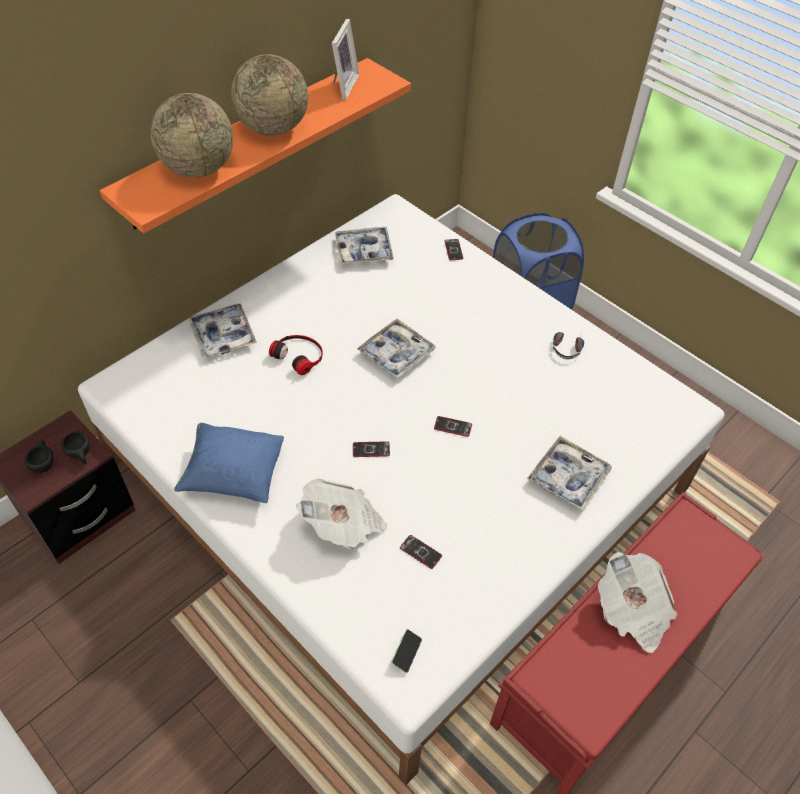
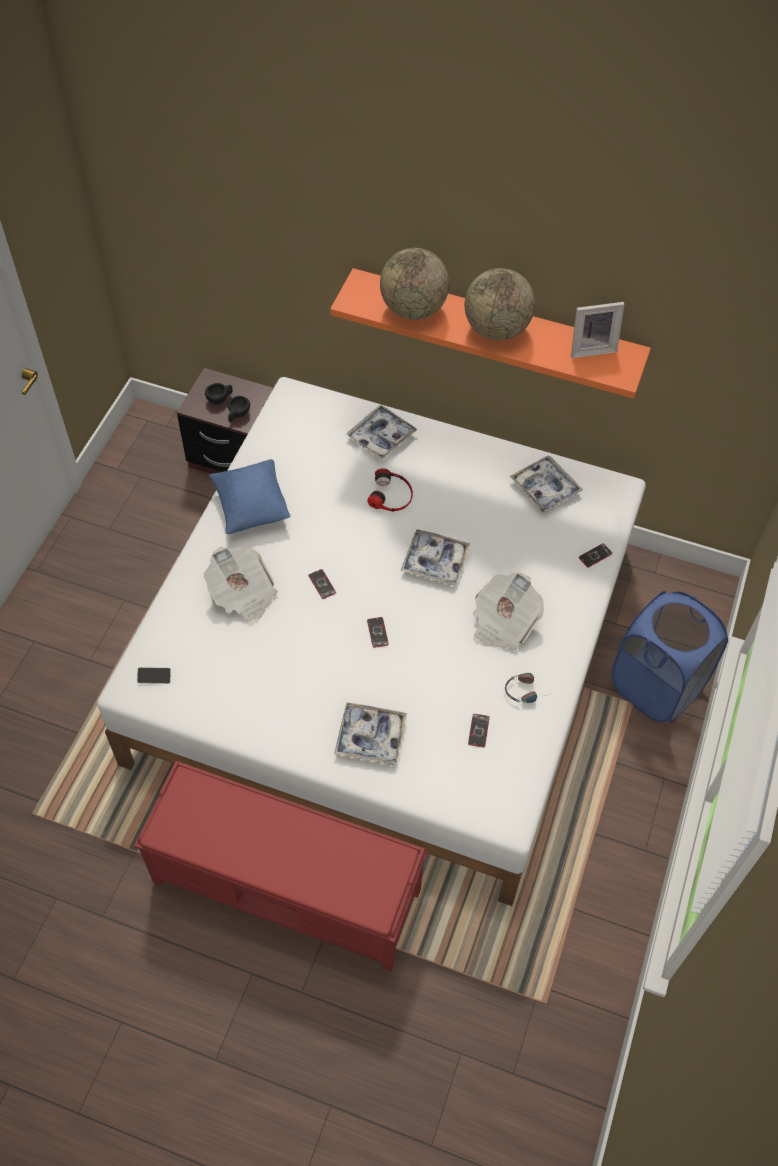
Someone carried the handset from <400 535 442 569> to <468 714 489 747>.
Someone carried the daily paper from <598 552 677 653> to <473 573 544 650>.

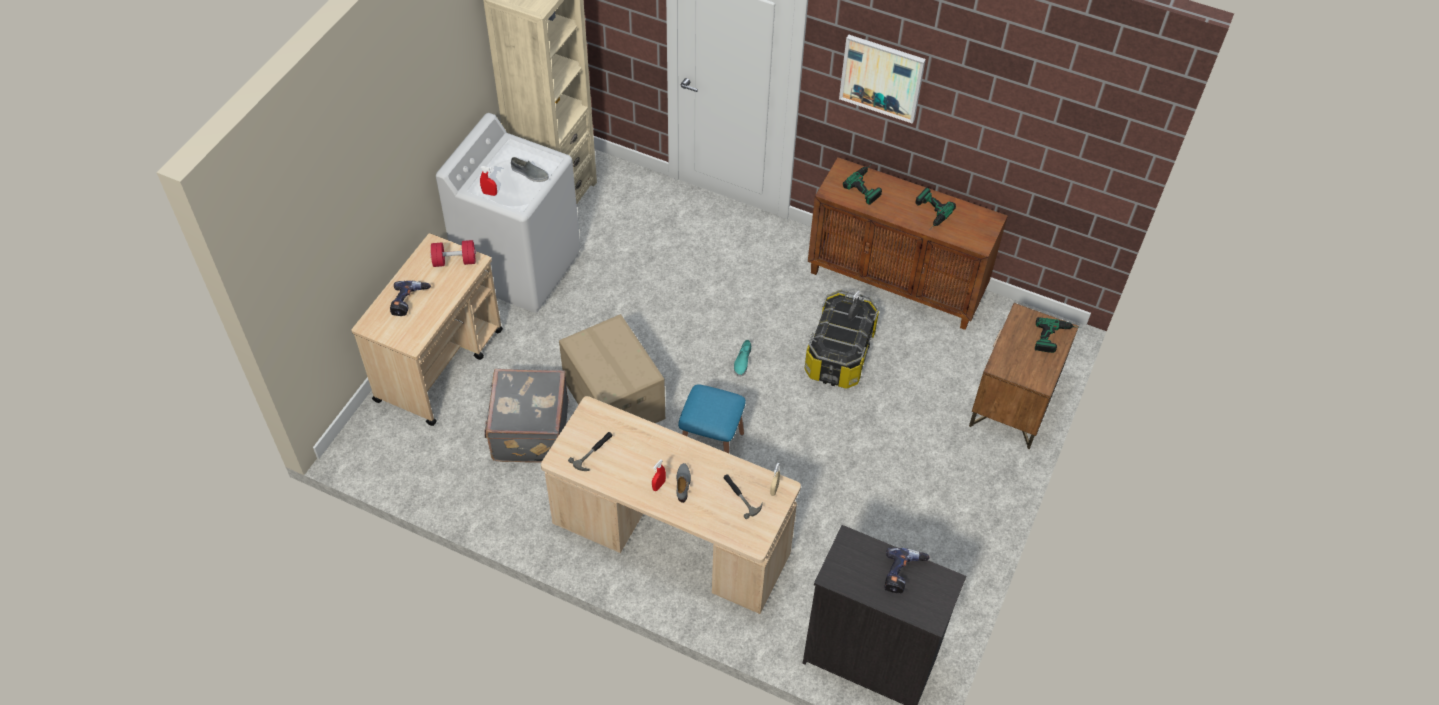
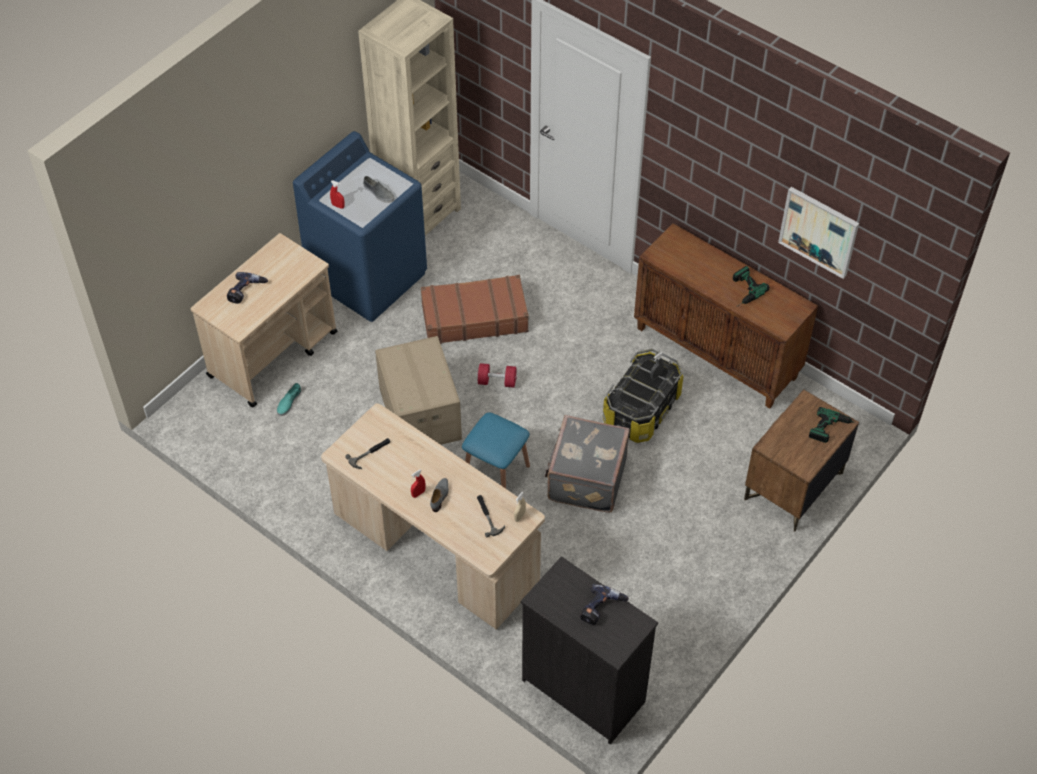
Someone carried the free weight in red from <430 240 476 267> to <477 363 517 388>.
Someone repainted the washing machine in white at <436 113 580 313>, which became the washing machine in blue-coloured at <293 131 427 322>.
Someone carried the piece of luggage in grey from <484 369 568 463> to <545 415 630 513>.
Someone carried the item of footwear in blue-green from <734 340 751 377> to <277 383 301 416>.
Someone carried the wall art from <839 34 926 124> to <778 187 859 279>.
Someone took away the power drill at <843 164 882 205>.
Someone put down the piece of luggage in brown at <421 275 529 344>.

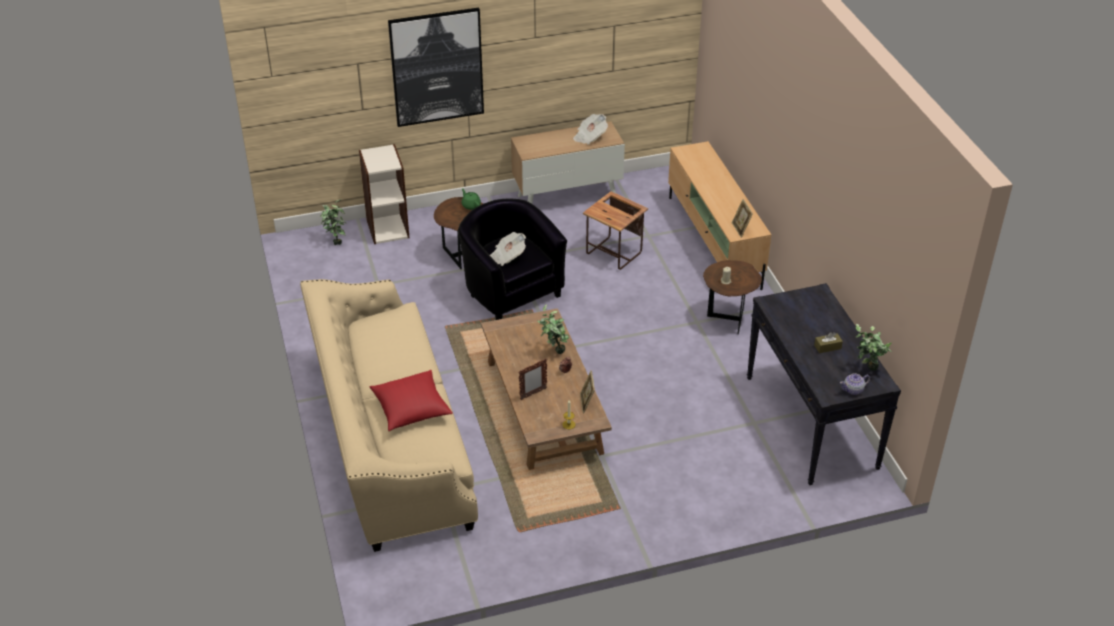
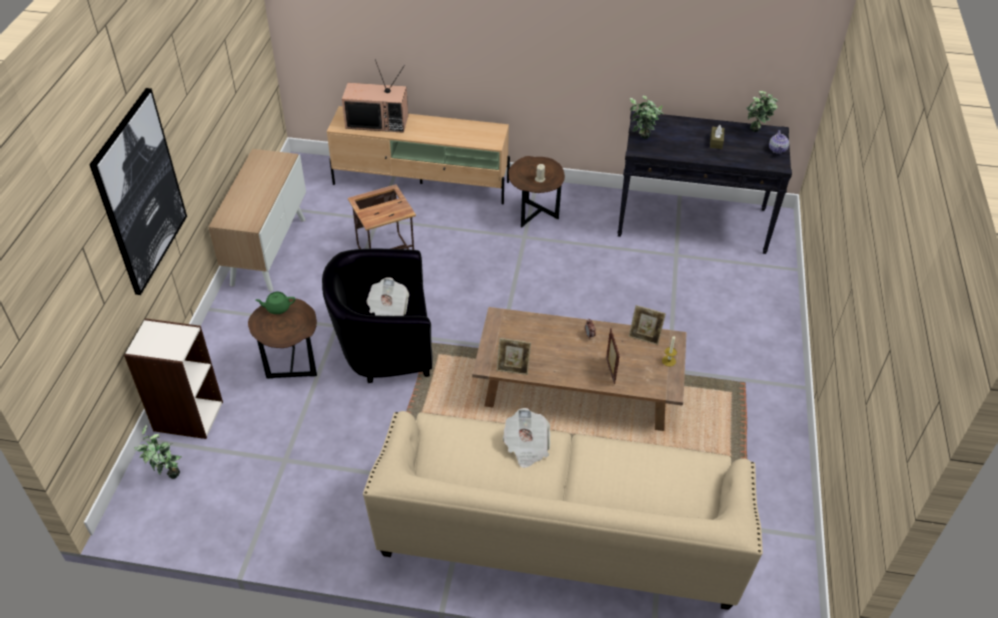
Someone took away the cushion in red at <370 370 453 431>.
Someone carried the plant in a pot from <537 304 569 354> to <630 96 665 139>.
Someone carried the daily paper from <573 114 608 145> to <502 408 550 468>.
Someone carried the picture frame from <732 199 753 238> to <497 338 531 375>.
Someone put down the TV set at <342 59 408 133>.

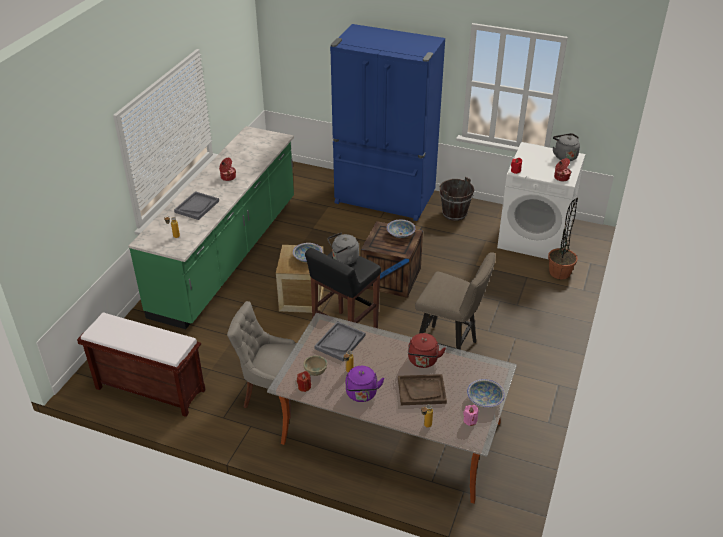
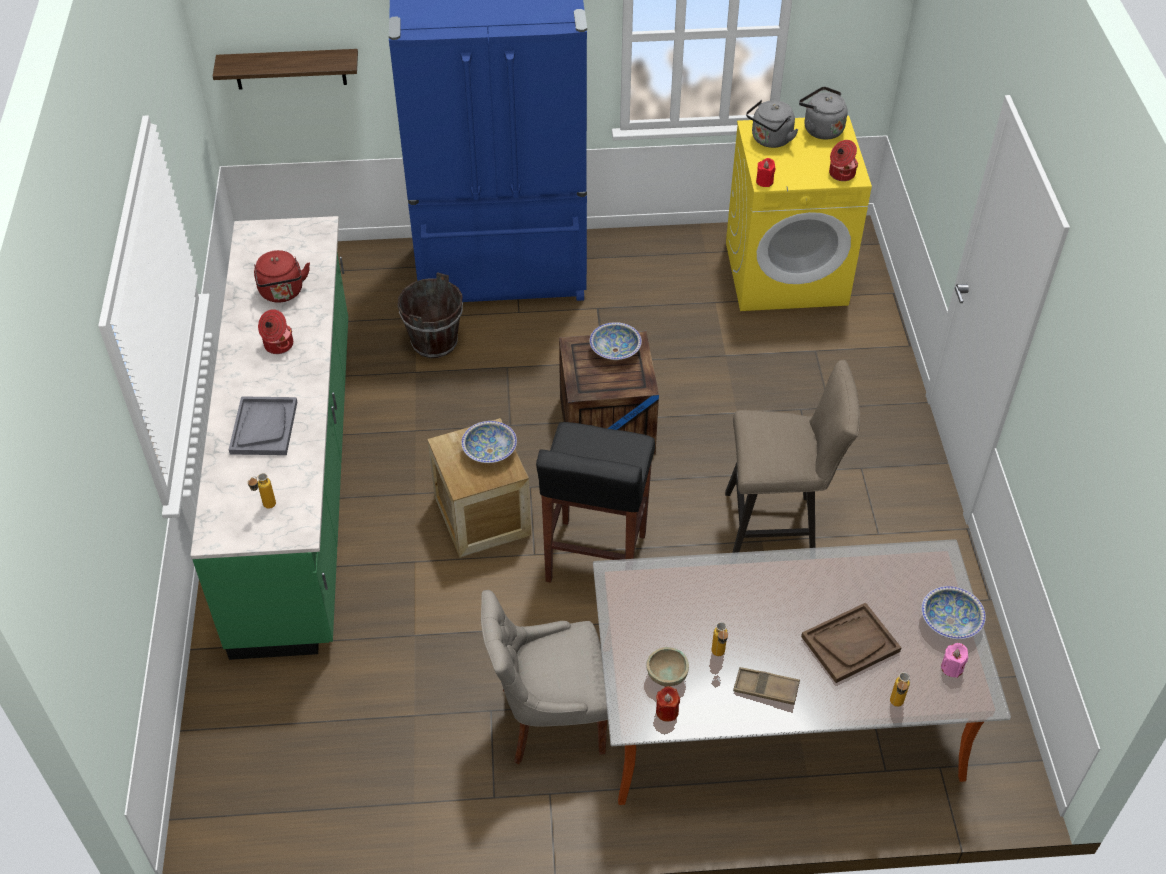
Someone took away the indoor bench in brown at <77 312 205 417>.
Someone took away the serving tray in grey at <314 321 365 361>.
Someone carried the water kettle in grey from <328 232 359 265> to <746 100 798 148>.
Someone swapped the water kettle in purplish at <346 366 384 402> for the serving tray in brown at <733 667 800 705>.
Someone carried the water kettle in red from <408 333 446 368> to <254 250 310 303>.
Someone carried the water bucket in brown from <440 177 474 221> to <397 272 463 358>.
Someone repainted the washing machine in white at <497 142 585 259>, which became the washing machine in yellow-coloured at <726 116 872 311>.
Someone took away the plant in a pot at <548 198 578 279>.
Someone put up the wall shelf at <213 49 358 90>.

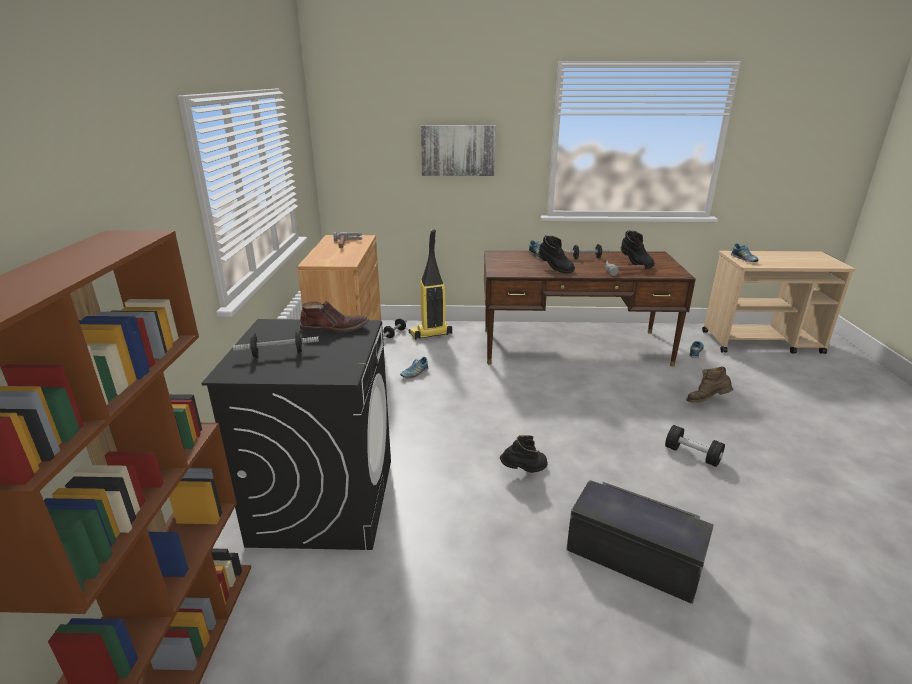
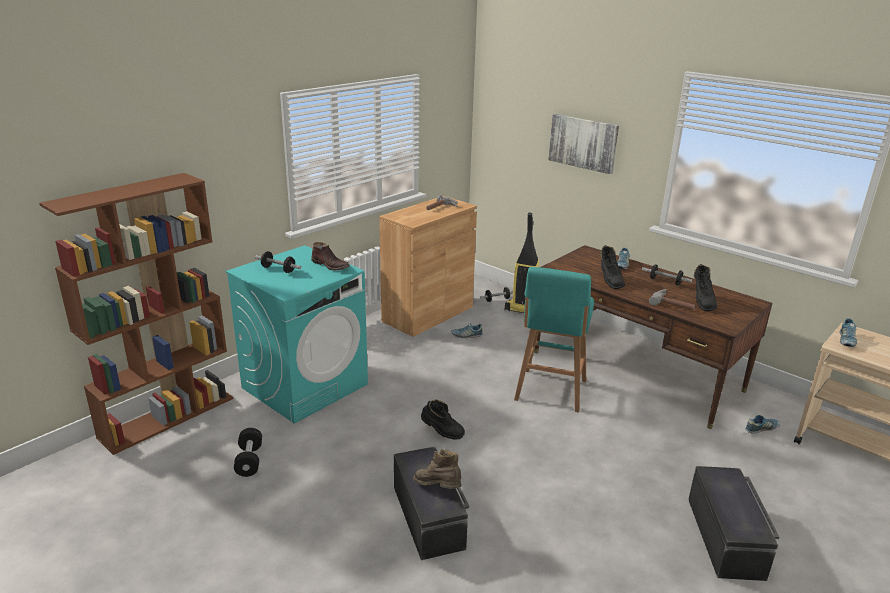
Someone repainted the washing machine in black at <201 319 391 550>, which became the washing machine in blue-green at <225 245 368 423>.
Someone carried the free weight in black from <665 425 725 467> to <234 428 262 477>.
Someone carried the boot in brown from <686 366 733 403> to <413 449 462 489>.
Someone put down the stool in blue-green at <514 267 594 412>.
Someone put down the storage box in black at <688 466 779 581>.

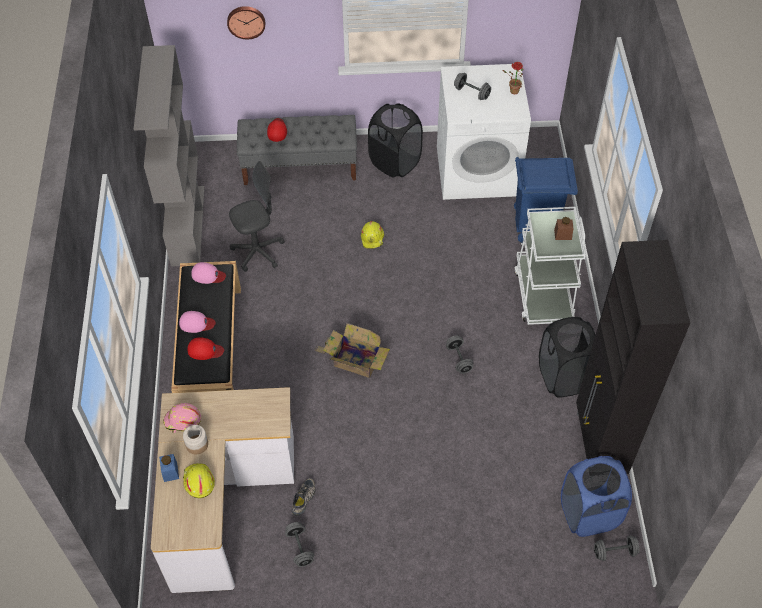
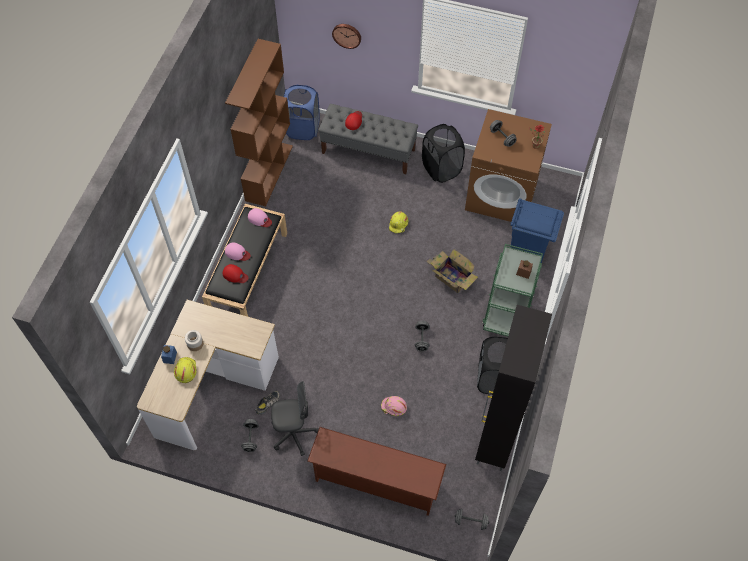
Someone repainted the bookcase in grey at <134 45 204 267>, which became the bookcase in brown at <225 39 293 206>.
Someone carried the safety helmet in pink from <163 403 201 433> to <381 396 407 416>.
Someone carried the computer chair in grey from <229 161 284 272> to <271 381 319 456>.
Someone carried the packing box from <315 323 390 378> to <426 249 478 293>.
Someone repainted the washing machine in white at <437 64 531 200>, which became the washing machine in brown at <465 109 552 222>.
Someone repainted the wheeled cart in white at <515 207 586 325>, which became the wheeled cart in green at <482 244 543 336>.
Someone carried the laundry basket in blue-coloured from <561 456 632 537> to <284 85 320 140>.
Someone put down the shoe shelf in brown at <307 427 446 516>.

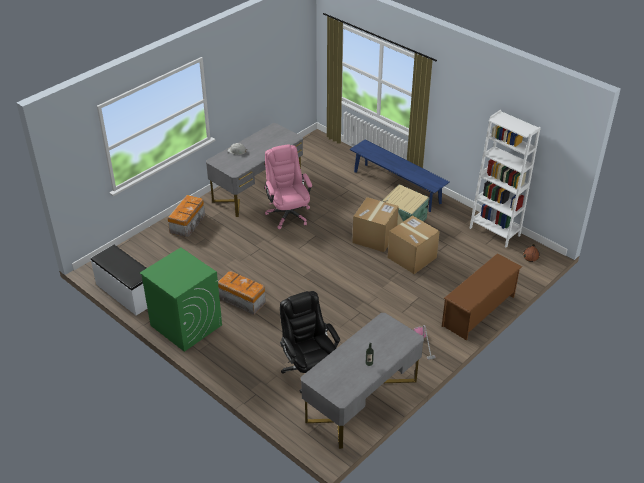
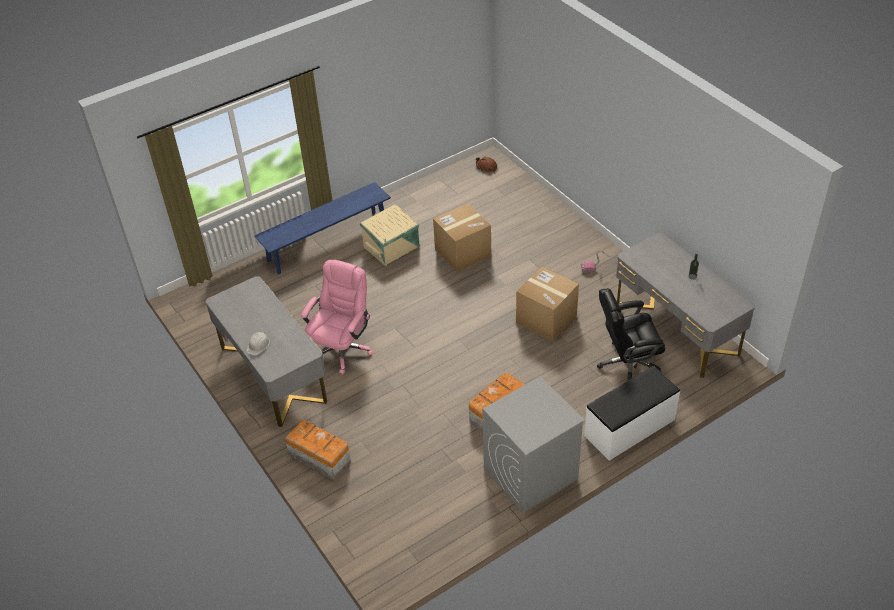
Someone carried the indoor bench in white from <91 245 147 316> to <584 366 680 461>.
Someone repainted the washing machine in green at <140 247 222 352>, which became the washing machine in grey at <482 376 585 513>.
Someone rotated the computer chair in pink at <264 145 312 229> by 120 degrees clockwise.
Someone carried the packing box from <353 197 399 252> to <516 266 579 341>.
Someone took away the shoe shelf in brown at <442 253 522 340>.
Someone took away the bookcase in white at <470 110 541 247>.

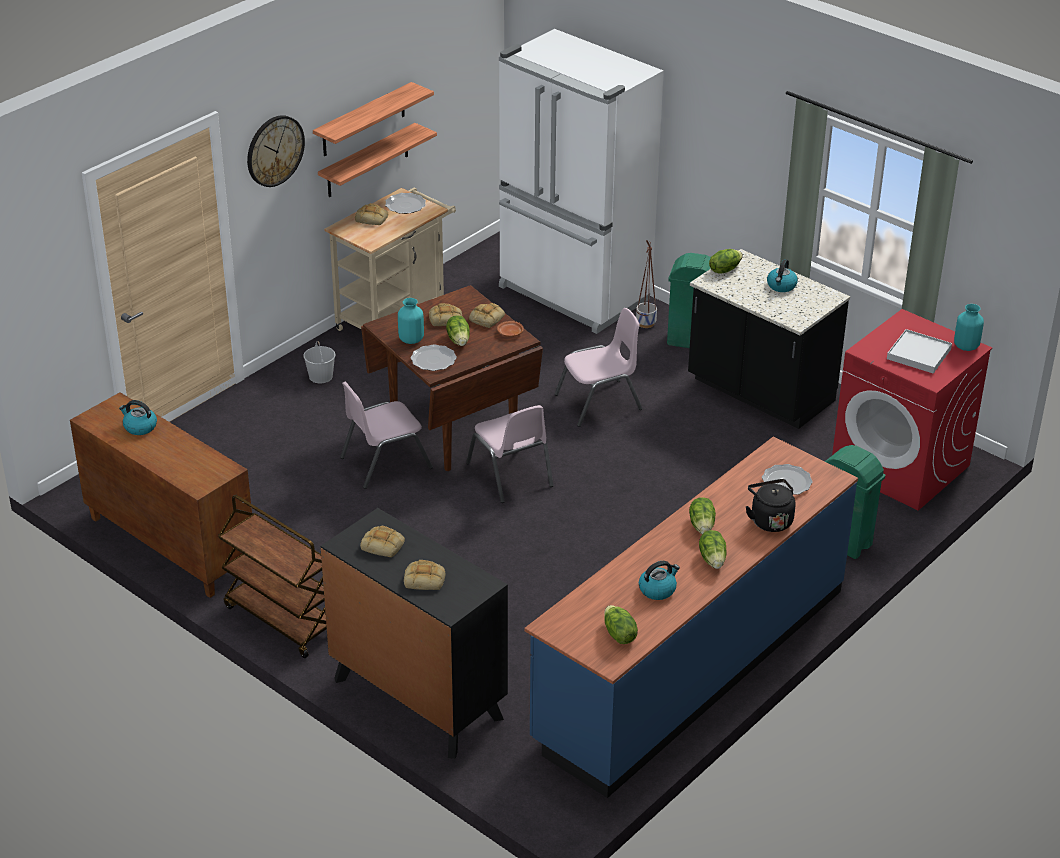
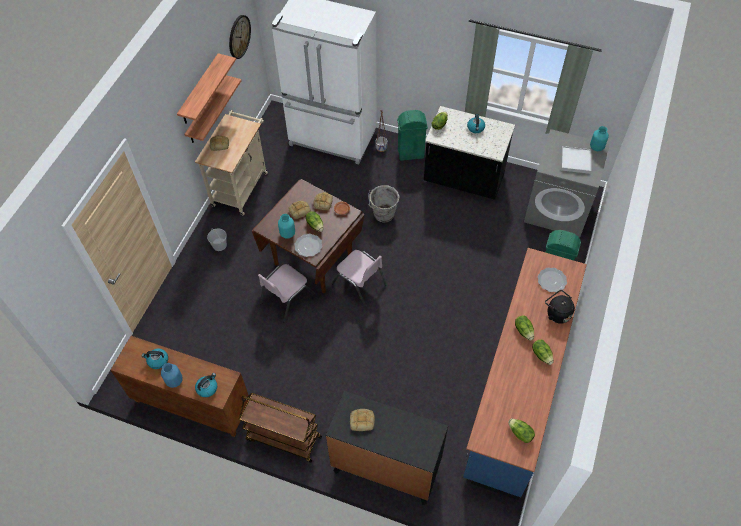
Someone carried the clock on the wall from <247 115 305 187> to <229 15 251 59>.
Someone took away the plate at <385 193 426 214>.
Someone took away the bread at <404 560 445 590>.
Someone swapped the chair in pink at <554 308 642 427> for the water bucket in grey at <368 185 400 223>.
Someone carried the water kettle from <639 561 680 600> to <195 373 217 397>.
Someone repainted the washing machine in red at <832 309 992 511>, which became the washing machine in grey at <524 129 610 238>.
Someone put down the flower vase in blue-coloured at <161 363 182 388>.

